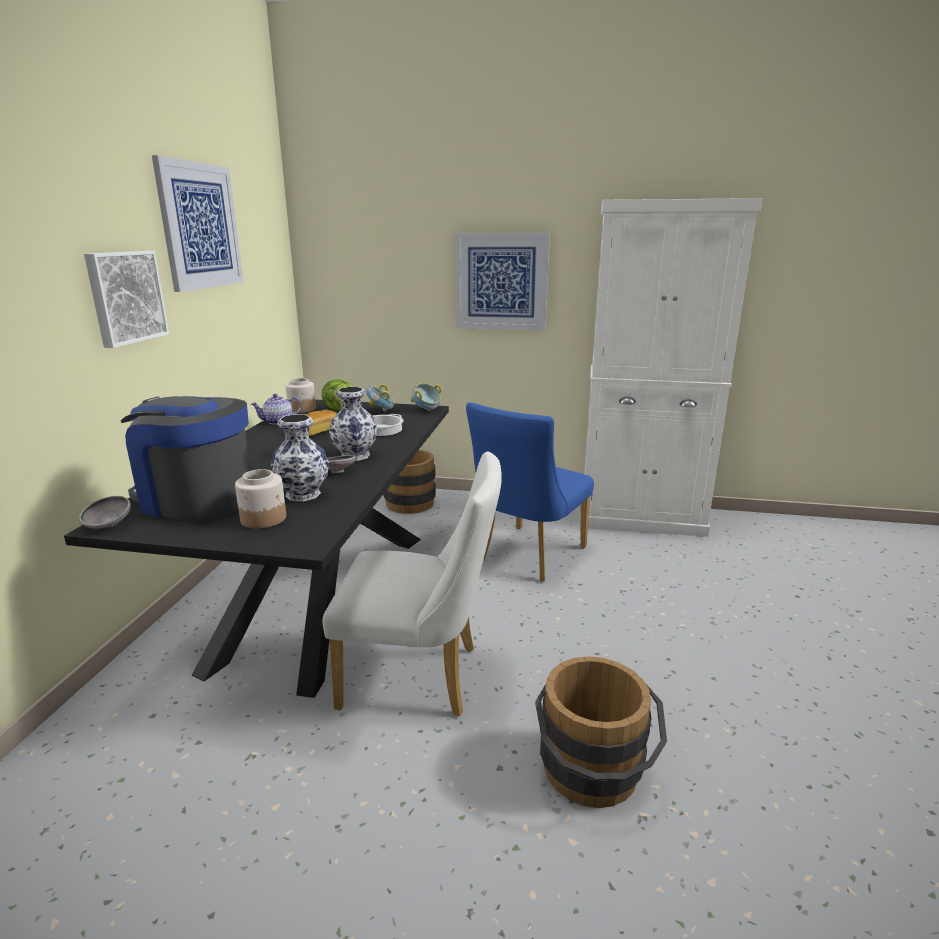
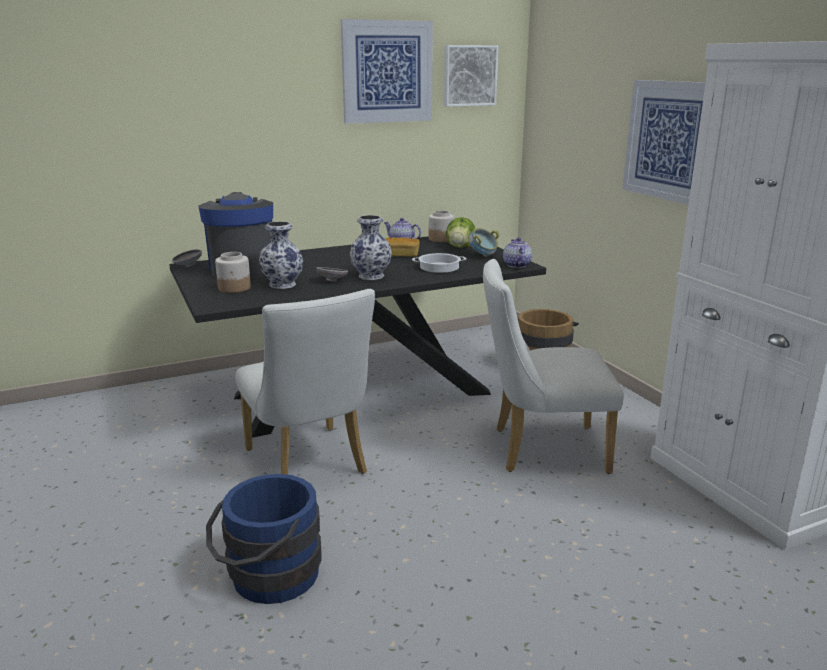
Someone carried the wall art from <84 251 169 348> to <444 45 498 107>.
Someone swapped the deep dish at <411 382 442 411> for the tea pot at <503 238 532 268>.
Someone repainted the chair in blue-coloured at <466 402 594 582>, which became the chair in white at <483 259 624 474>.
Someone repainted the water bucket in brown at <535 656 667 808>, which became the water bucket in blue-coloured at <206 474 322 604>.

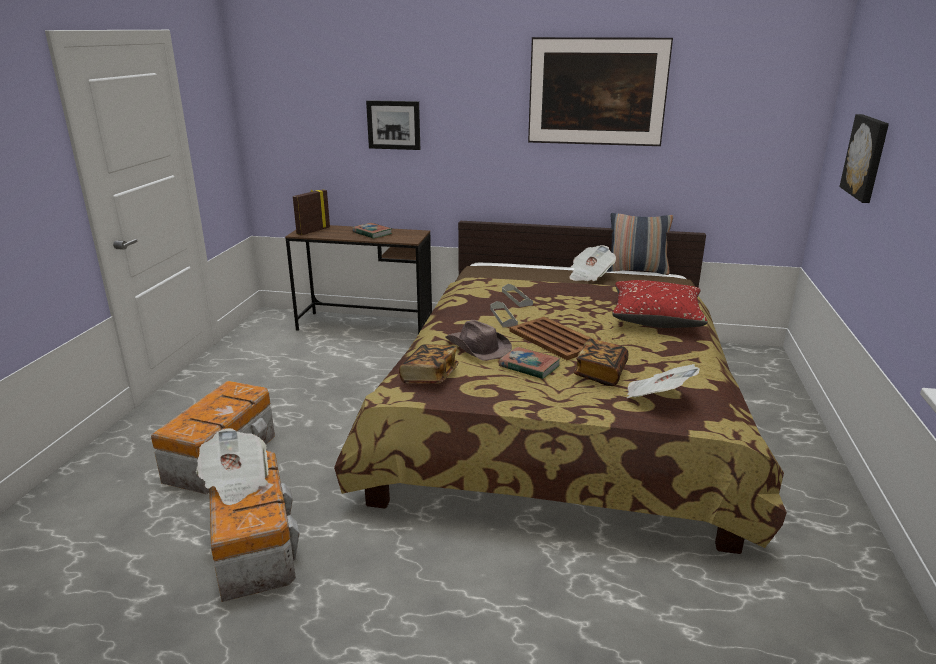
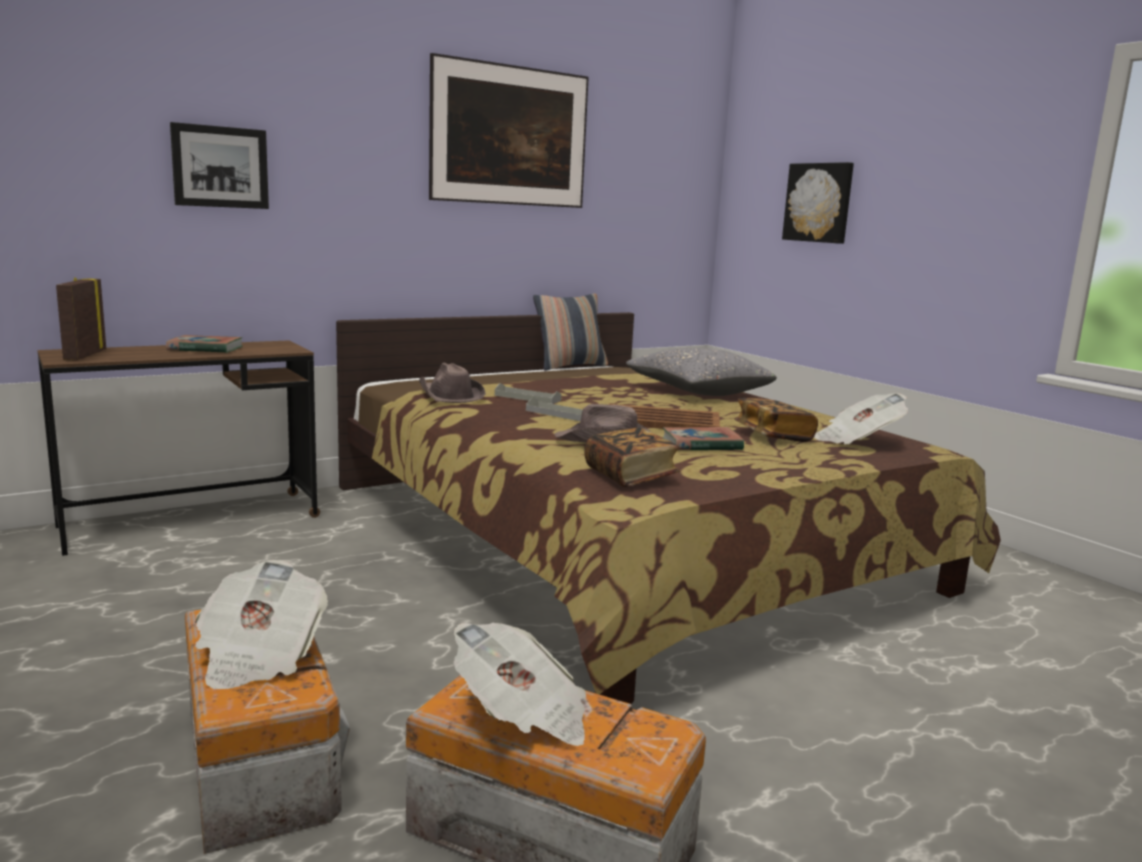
Someone carried the daily paper from <569 245 616 281> to <195 560 328 689>.
Someone repainted the cushion in red at <612 280 707 328>, which became the cushion in grey at <626 348 777 396>.
Someone put down the hat in brown at <419 363 486 403>.

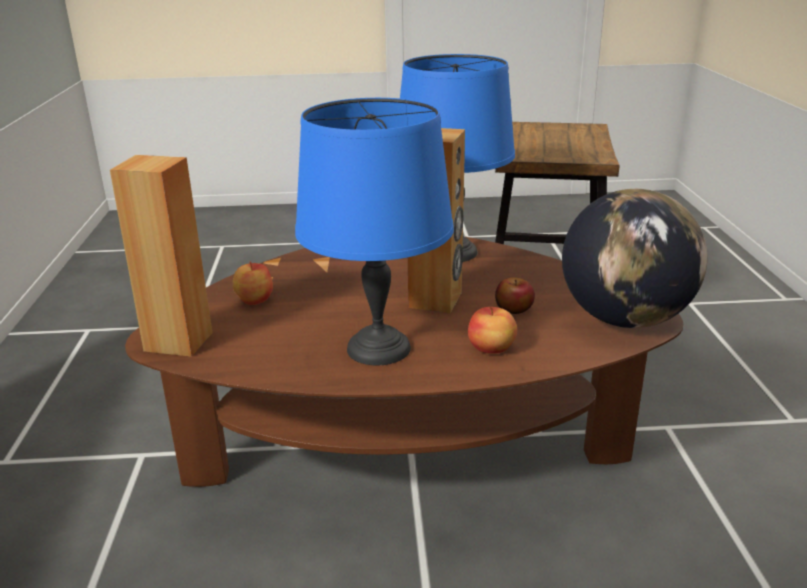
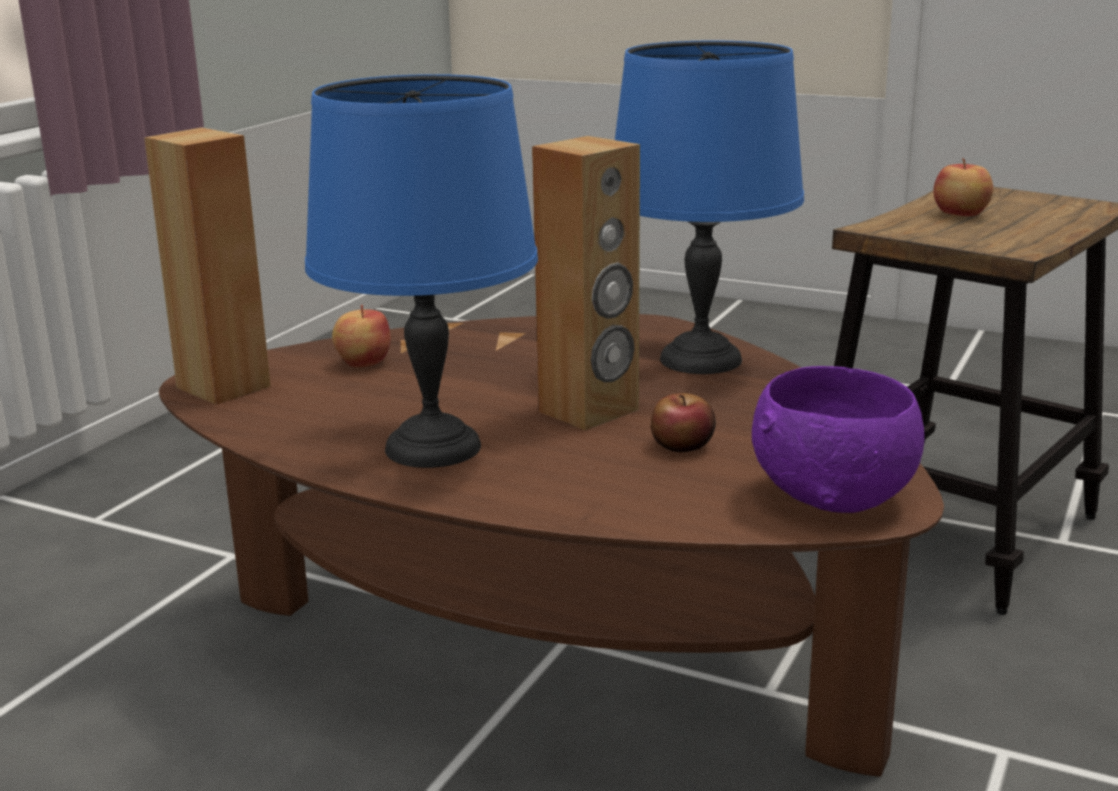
Someone carried the apple from <468 307 517 354> to <933 158 993 216>.
Someone swapped the globe at <562 189 707 328> for the deep dish in purplish at <752 366 925 513>.

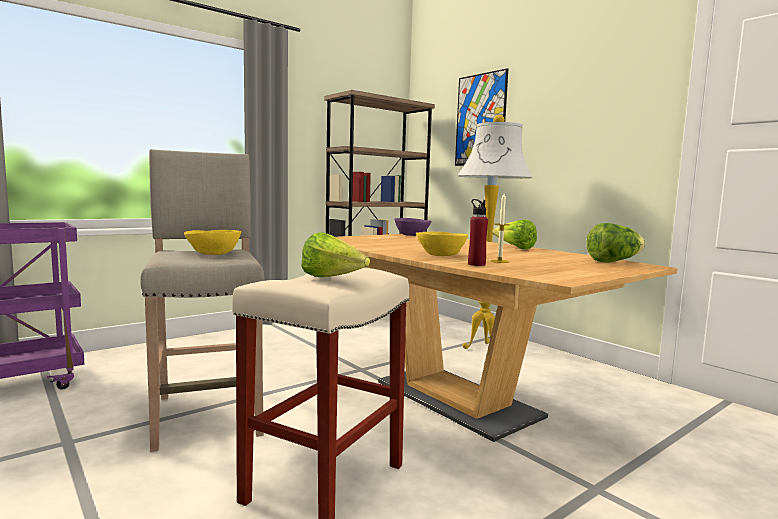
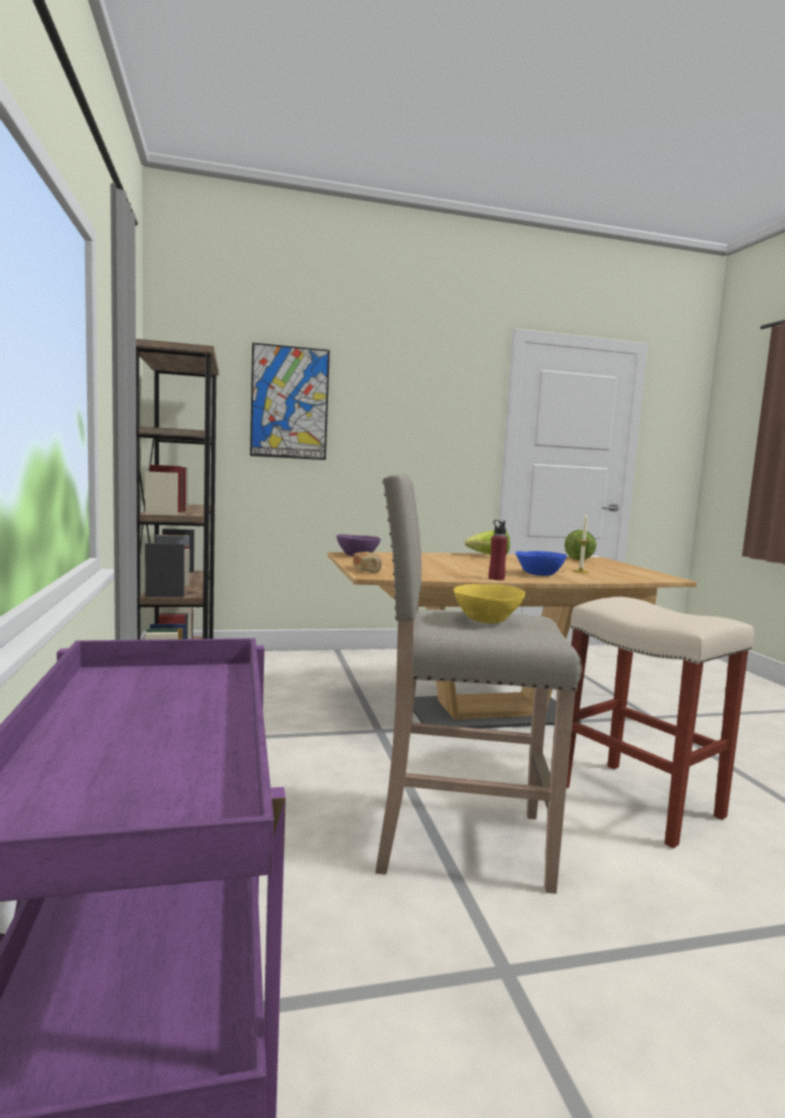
Someone took away the lettuce at <301 232 370 277>.
Someone repainted the deep dish in yellow-coloured at <416 232 468 256>, which became the deep dish in blue-coloured at <516 551 567 576>.
Someone took away the standard lamp in white at <457 115 532 349>.
Someone carried the beverage bottle in red from <468 199 488 266> to <489 520 508 580>.
Someone put down the bread at <353 552 382 573>.

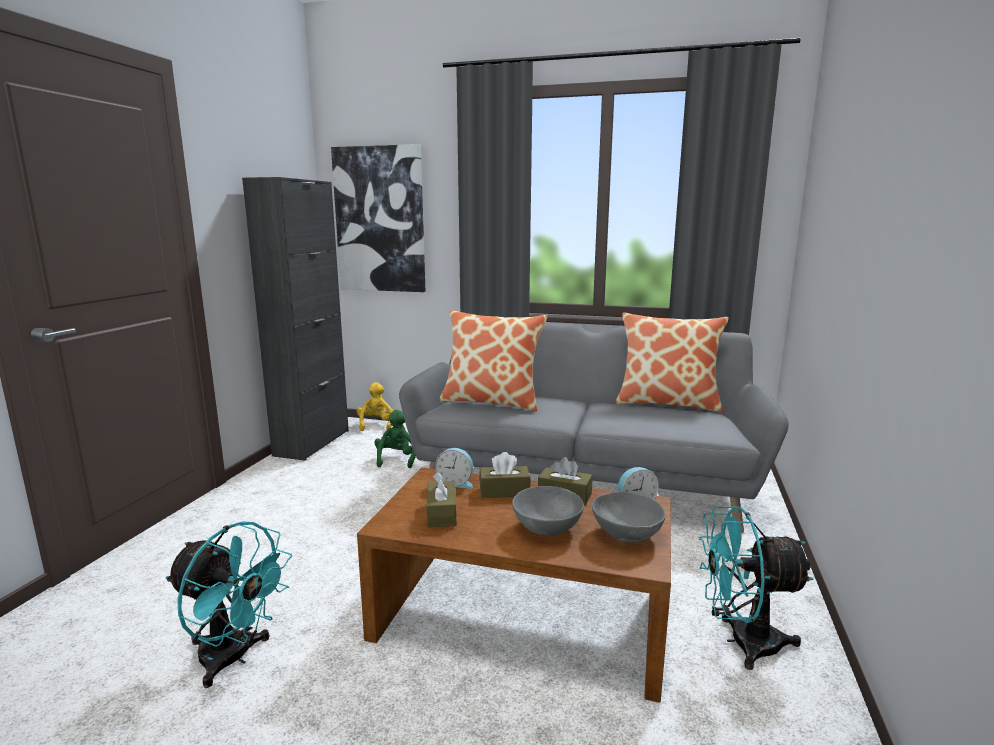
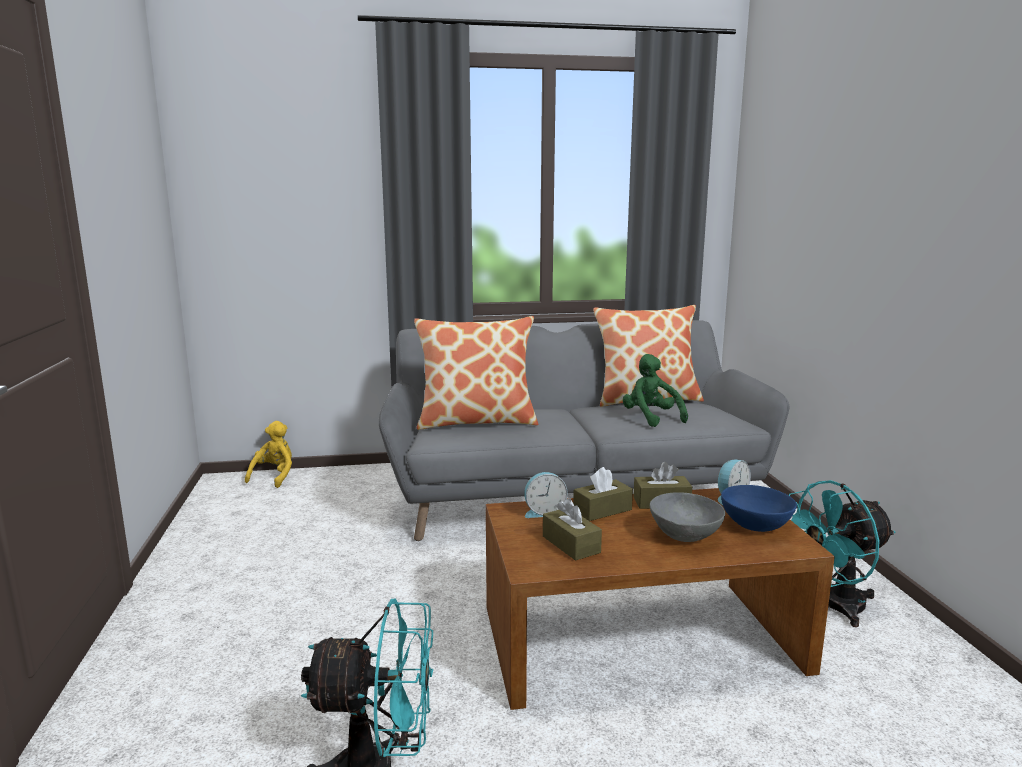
Someone took away the cabinet in black at <242 177 349 460>.
Someone took away the wall art at <331 144 425 292>.
Someone rotated the cuddly toy in yellow-coloured at <357 382 393 431> by 45 degrees clockwise.
Someone carried the cuddly toy in green from <374 410 416 468> to <622 354 688 427>.
Someone repainted the deep dish in grey at <592 492 666 543>, which became the deep dish in blue-coloured at <721 485 797 532>.

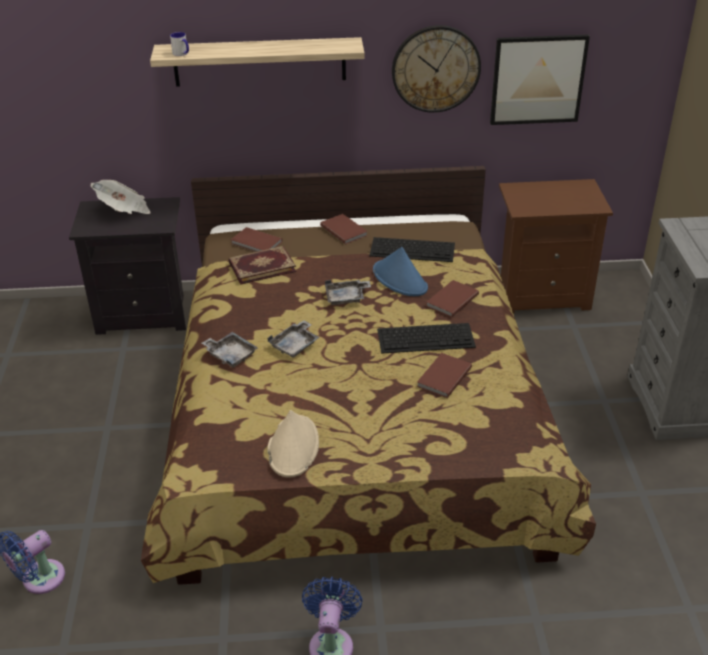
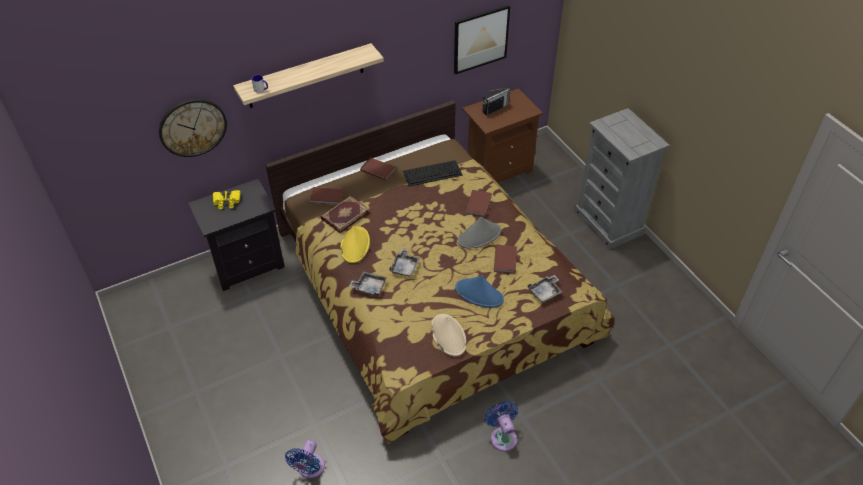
Someone swapped the daily paper at <90 180 151 214> for the pair of binoculars in yellow-coloured at <213 190 241 209>.
Someone carried the serving tray in grey from <325 280 371 305> to <528 275 562 303>.
Someone carried the hat in blue-coloured from <373 247 428 296> to <455 275 504 308>.
Someone swapped the computer keyboard at <377 323 476 354> for the hat in grey at <458 217 501 249>.
Someone carried the clock on the wall from <392 25 481 113> to <159 99 227 157>.
Someone put down the hat in yellow-coloured at <341 226 370 263>.
Someone put down the radio set at <482 87 511 116>.

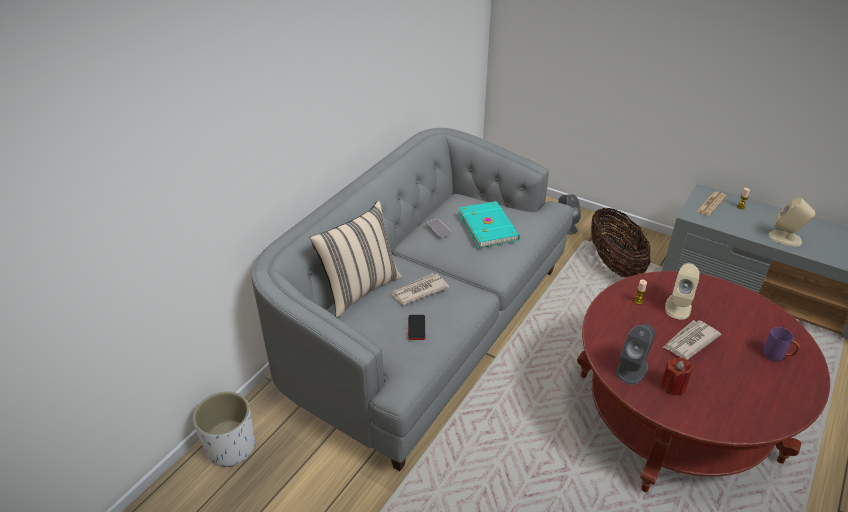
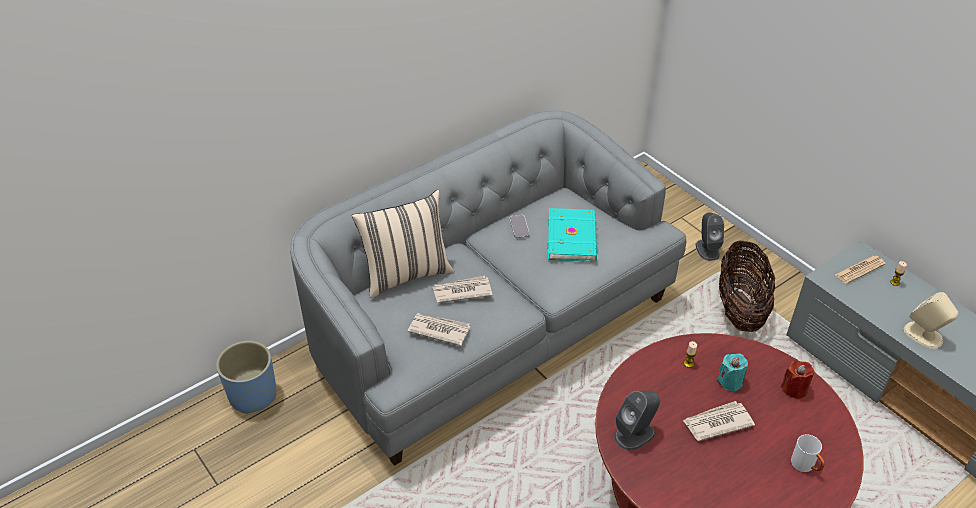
Someone repainted the flower pot in white at <193 391 255 467>, which became the flower pot in blue-coloured at <216 341 277 414>.
Someone swapped the handset at <408 315 425 340> for the daily paper at <408 313 471 346>.
Someone carried the wax candle in red from <661 357 694 396> to <781 361 815 399>.
Someone swapped the loudspeaker in sand-coloured at <665 263 700 320> for the wax candle in blue-green at <717 354 748 392>.
Someone repainted the tea mug in purplish at <763 327 800 361>, which became the tea mug in white at <791 434 825 472>.

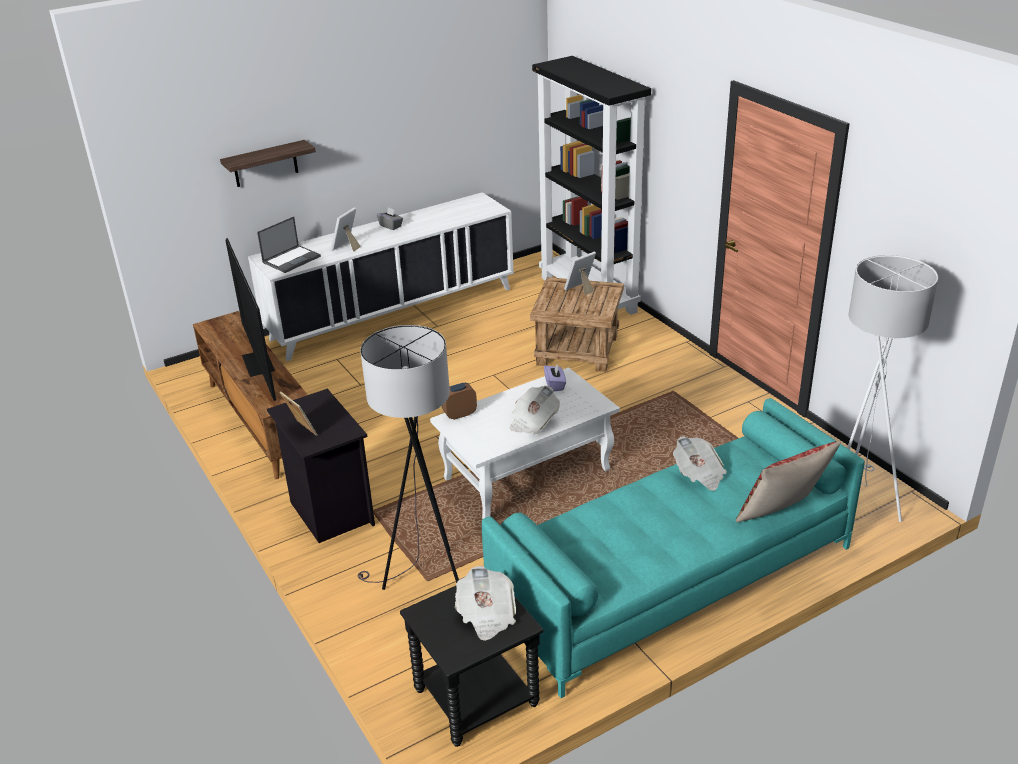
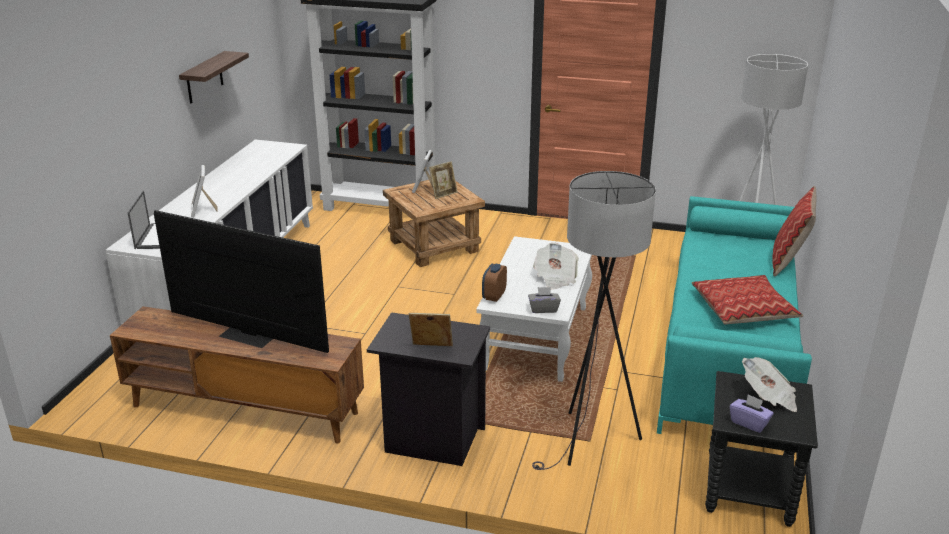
Someone carried the wall shelf from <220 140 316 187> to <179 51 249 104>.
Someone carried the tissue box in grey from <377 207 403 230> to <528 287 561 313>.
Someone carried the tissue box in purplish from <544 365 566 391> to <730 394 774 433>.
Someone took away the daily paper at <673 436 727 491>.
Someone put down the picture frame at <429 161 457 199>.
Someone put down the cushion at <692 275 803 325>.

